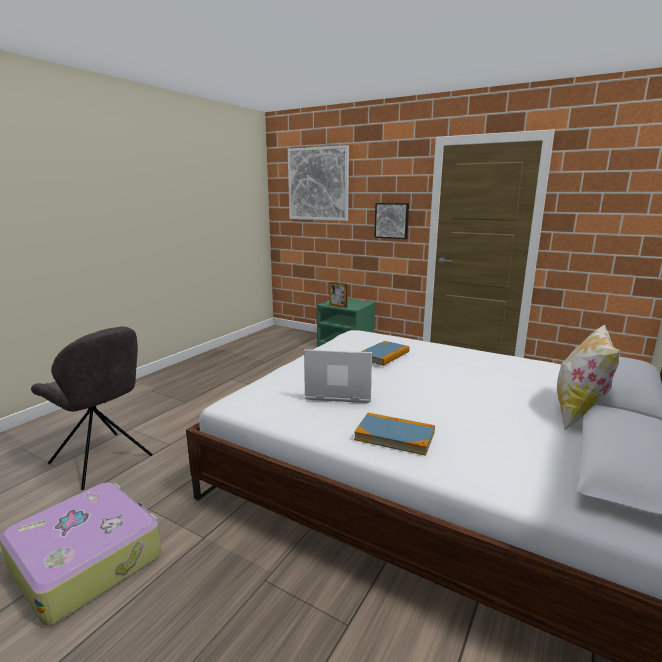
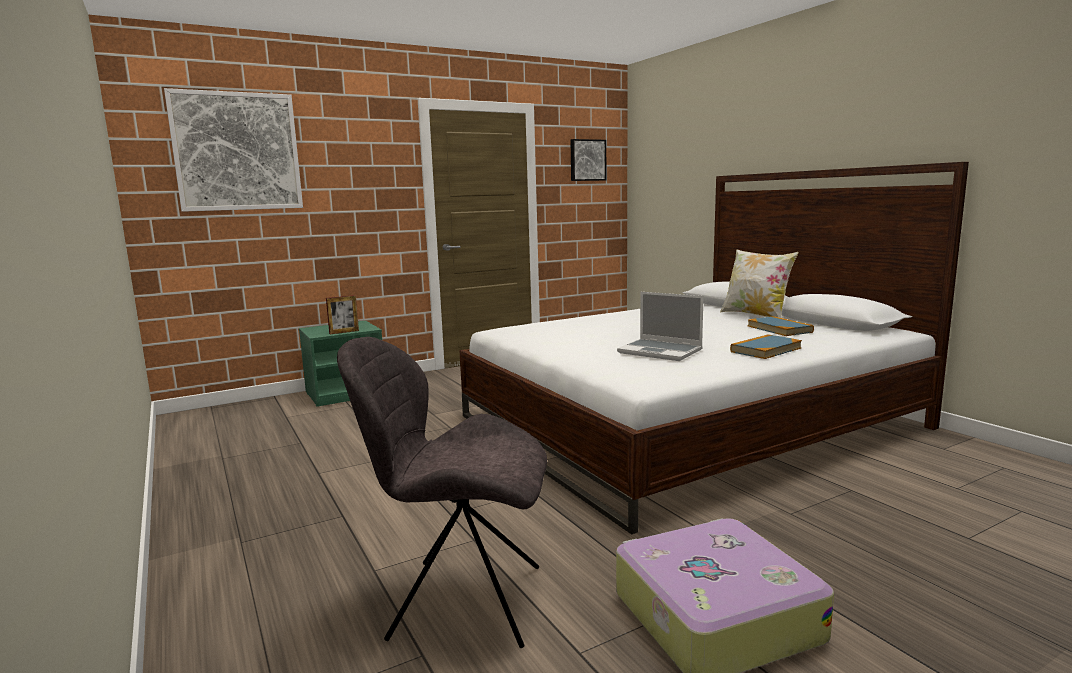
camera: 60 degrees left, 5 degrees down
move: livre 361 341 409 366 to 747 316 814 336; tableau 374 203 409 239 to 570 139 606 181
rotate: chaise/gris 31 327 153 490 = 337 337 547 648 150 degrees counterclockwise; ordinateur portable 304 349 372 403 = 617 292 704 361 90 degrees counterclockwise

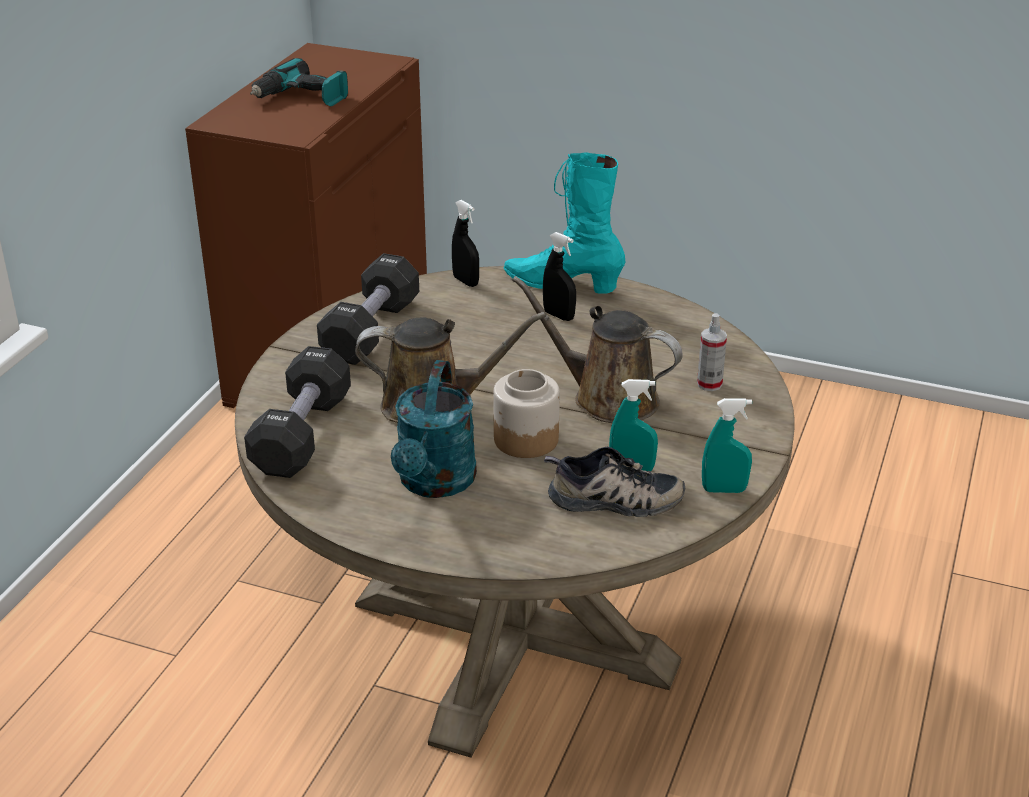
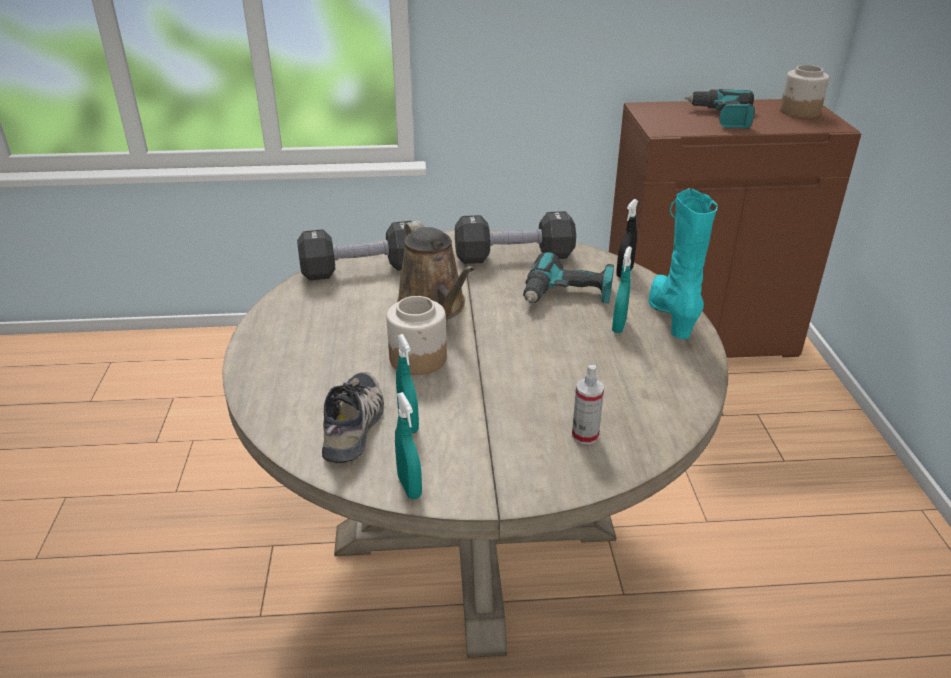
camera: 65 degrees right, 0 degrees up
delete: arrosoir/turquoise 391 360 477 498; arrosoir/marron 512 276 683 423
insert: perceuse 523 252 614 304; bocal 780 65 829 118
recolor: vaporisateur/noir 543 232 576 321 to vaporisateur/turquoise 612 246 632 333
rotate: chaussure 544 446 685 517 = 322 372 384 463 150 degrees counterclockwise

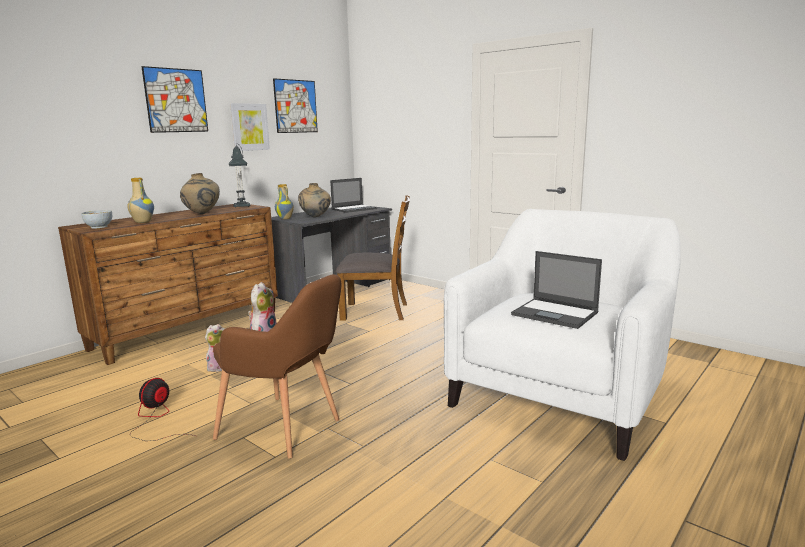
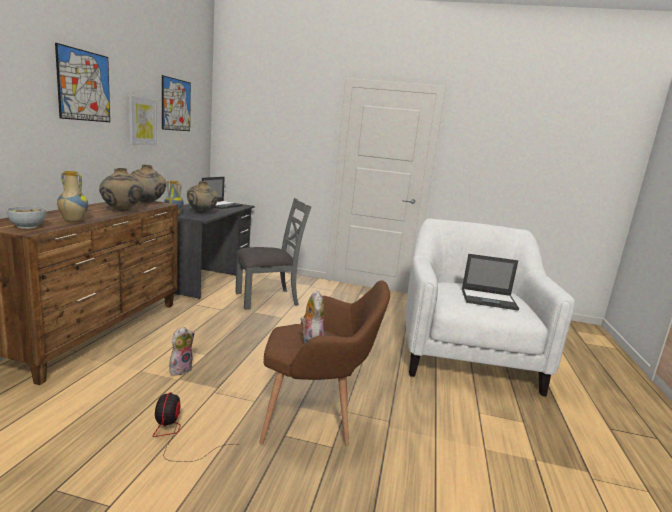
camera: 30 degrees left, 0 degrees up
replace: lampe de table 229 143 250 208 to vase/beige 130 165 166 203
recolor: chaise/marron 336 195 410 320 to chaise/gris 235 198 311 310

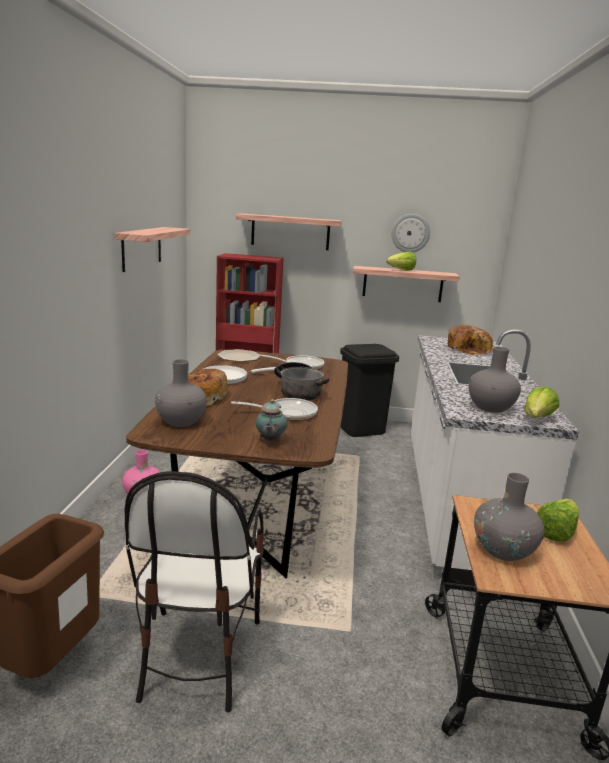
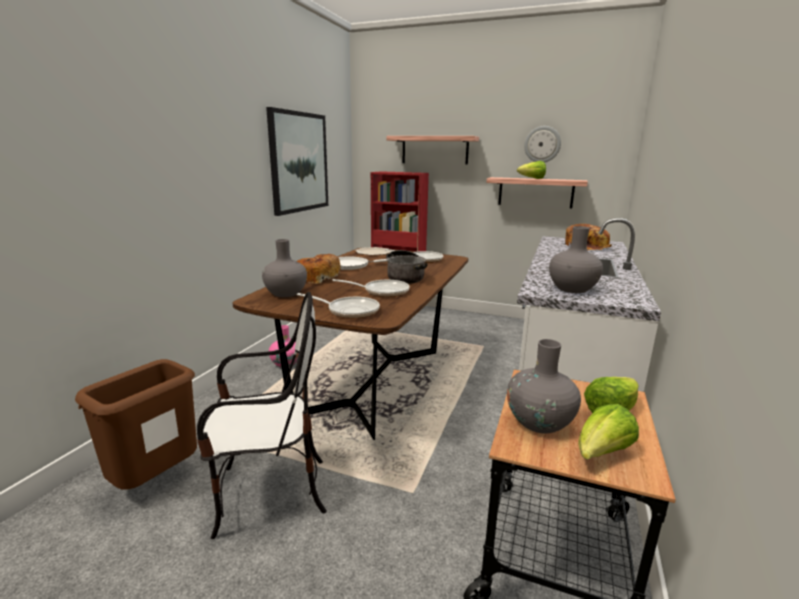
camera: 15 degrees right, 0 degrees up
delete: poubelle/noir 340 344 399 437
move: laitue 524 386 559 418 to 578 404 639 460
replace: étagère 115 227 191 272 to tableau 266 107 328 216; théière 256 399 287 443 to poêle 297 293 380 318
rotate: chaise 125 471 264 713 = 197 292 327 539 120 degrees counterclockwise

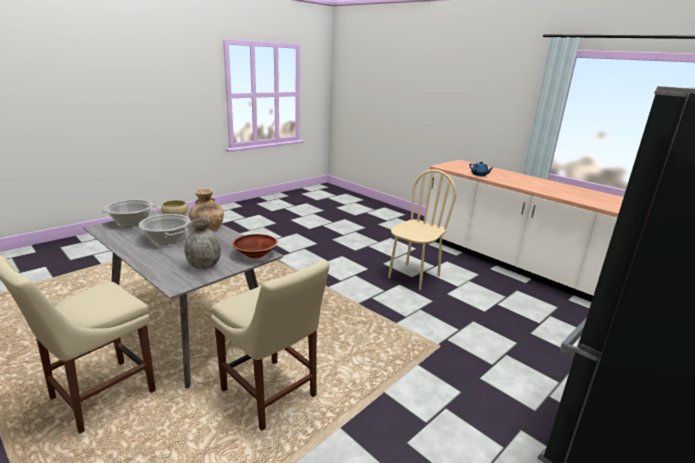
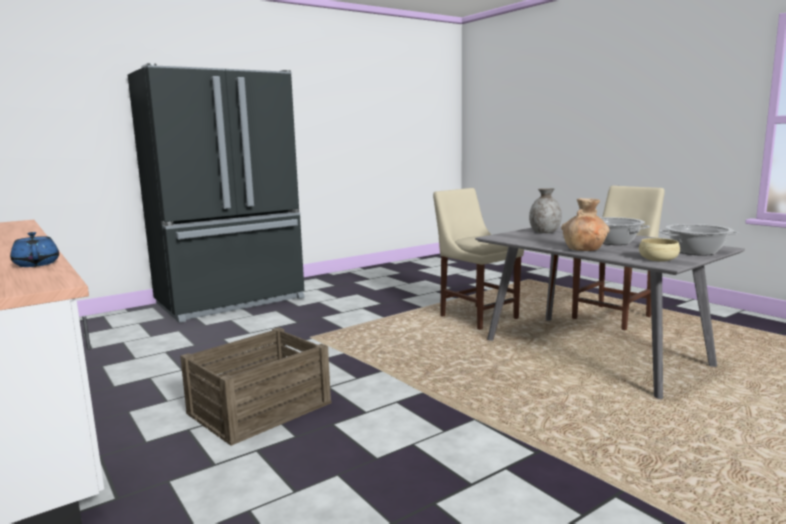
camera: 170 degrees left, 10 degrees down
delete: bol/marron 232 234 278 258
replace: chaise/beige 388 169 456 290 to caisse 180 327 331 446

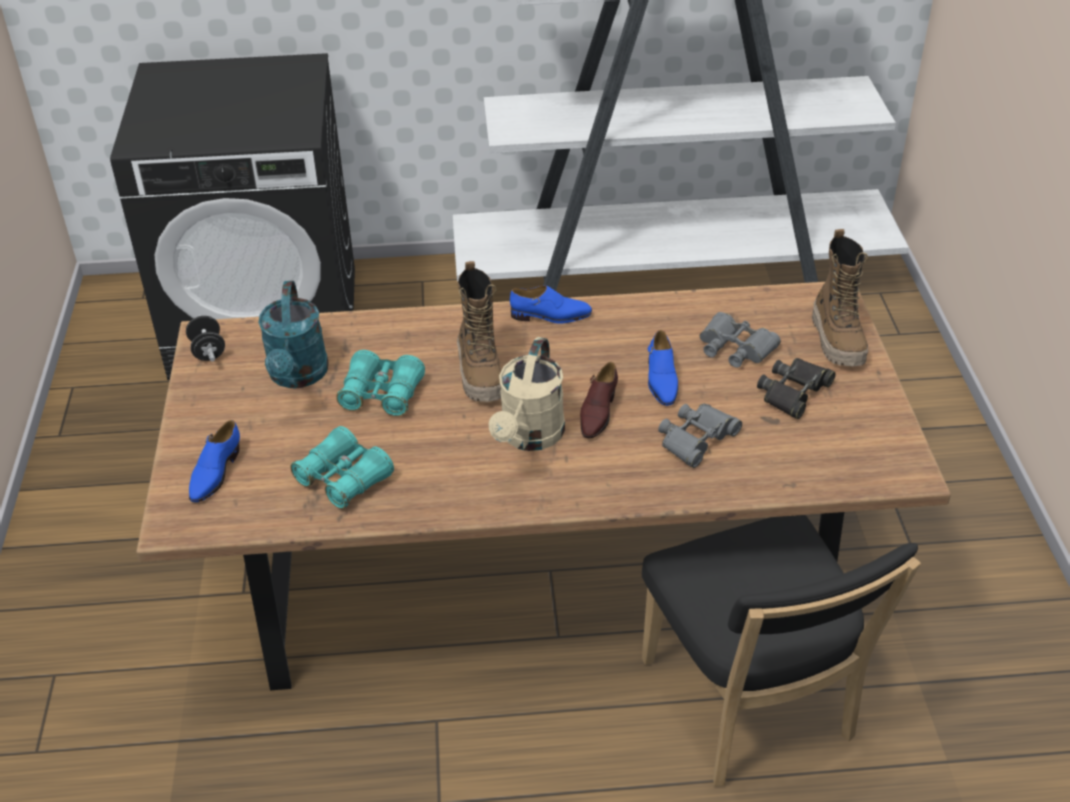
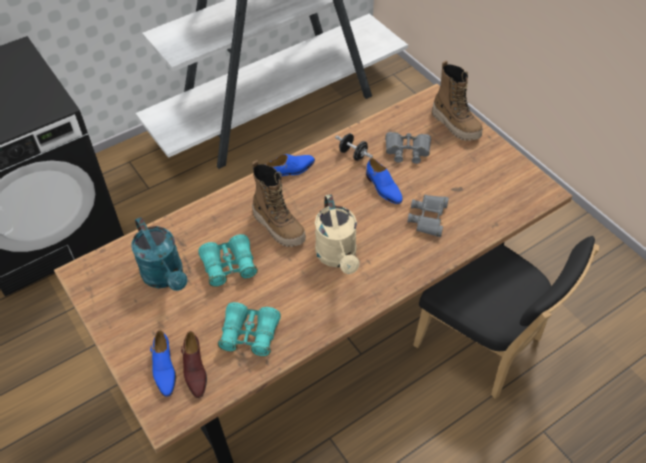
camera: 30 degrees left, 10 degrees up
delete: jumelles/noir 757 358 836 419
move: haltère/noir 186 315 225 362 to 335 133 373 161; chaussure/marron 580 362 618 438 to 181 331 207 398

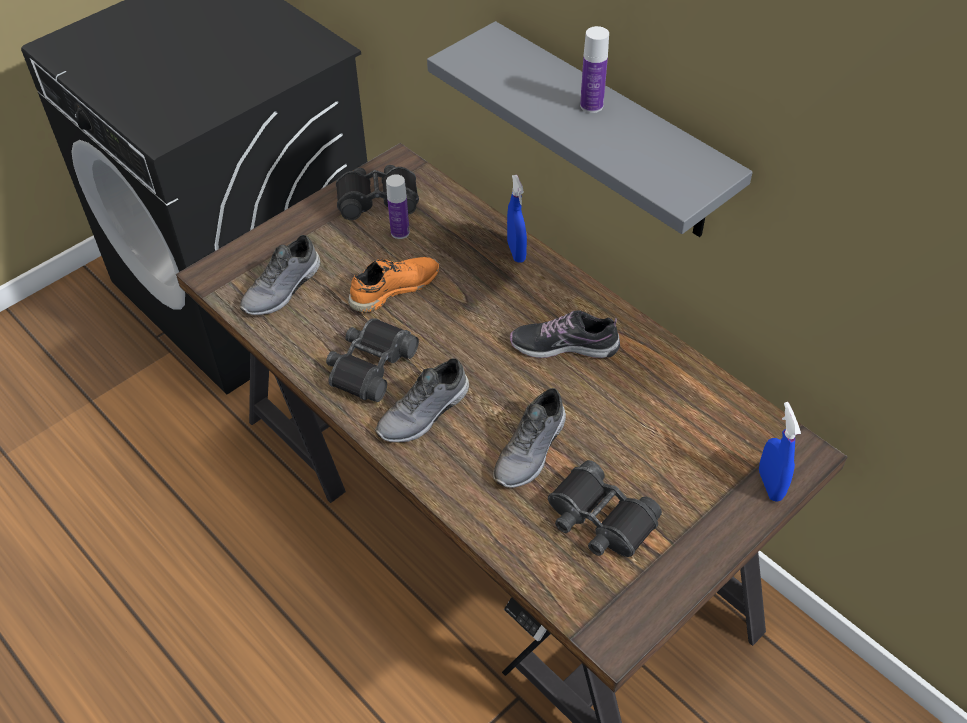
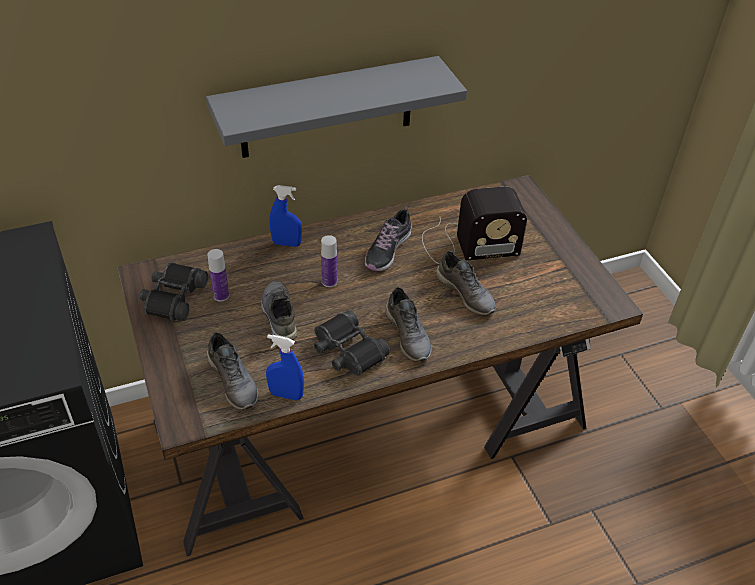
camera: 70 degrees left, 5 degrees down
delete: jumelles/noir 548 460 662 557
insert: radio 422 187 527 264
move: bouteille 580 26 609 113 to 321 235 337 287; vaporisateur/bleu 759 402 801 501 to 266 334 304 400
recolor: chaussure/orange 348 257 439 313 to chaussure/gris 261 280 297 340

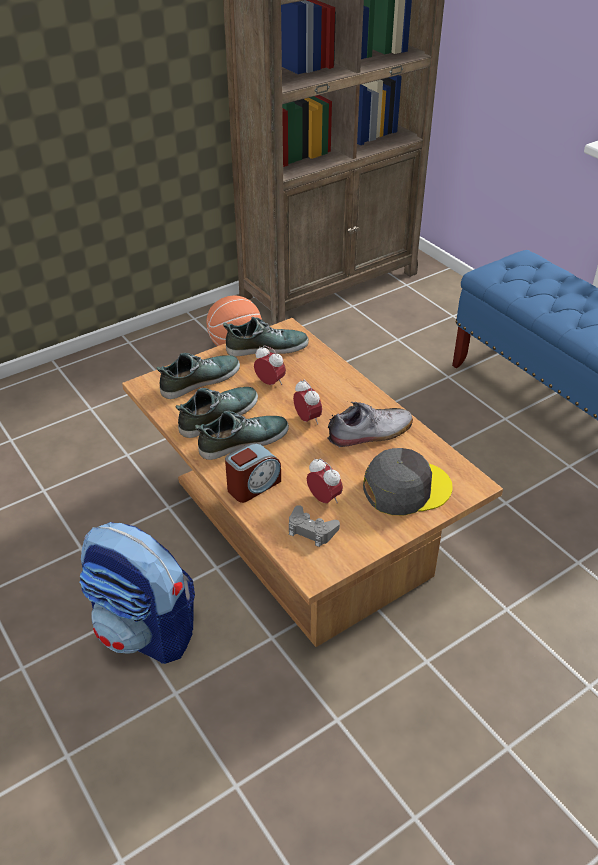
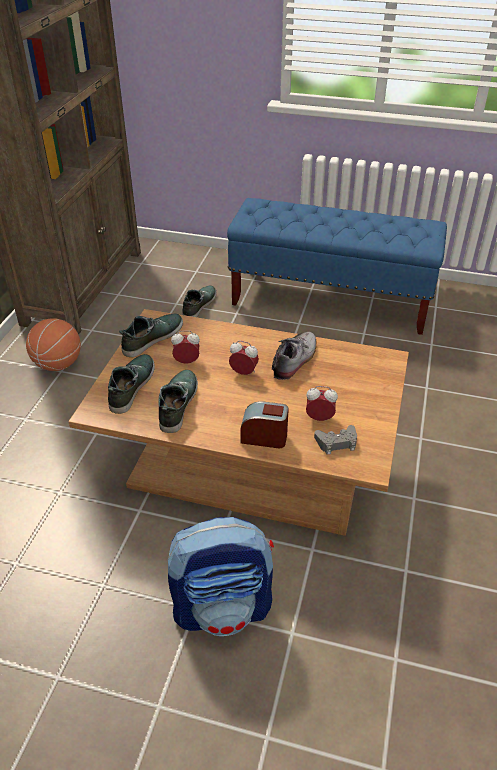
camera: 40 degrees left, 0 degrees up
delete: casquette/gris 363 448 453 516
move: chaussure 195 411 289 460 to 182 286 217 317
rotate: réveil 225 443 281 503 = 240 401 289 448 90 degrees counterclockwise

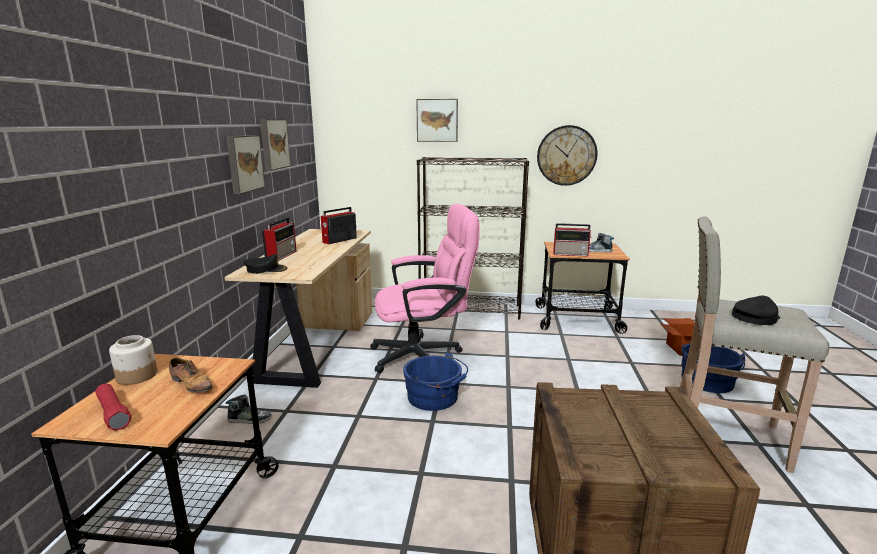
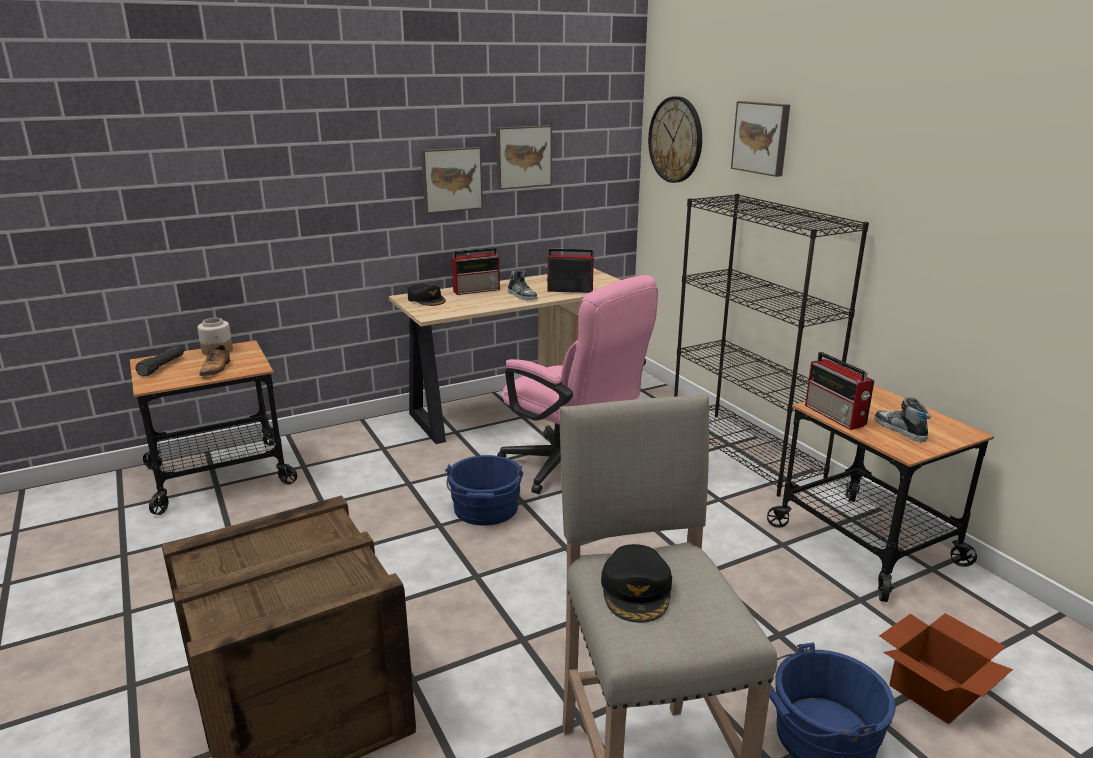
camera: 55 degrees right, 5 degrees up
move: chaussure 226 395 272 424 to 508 270 537 300; horloge murale 537 125 598 186 to 648 96 702 183
recolor: lampe de poche/rouge 95 383 131 431 to lampe de poche/noir 135 345 184 376
rotate: casquette/noir 732 296 780 325 = 601 544 672 623 75 degrees clockwise

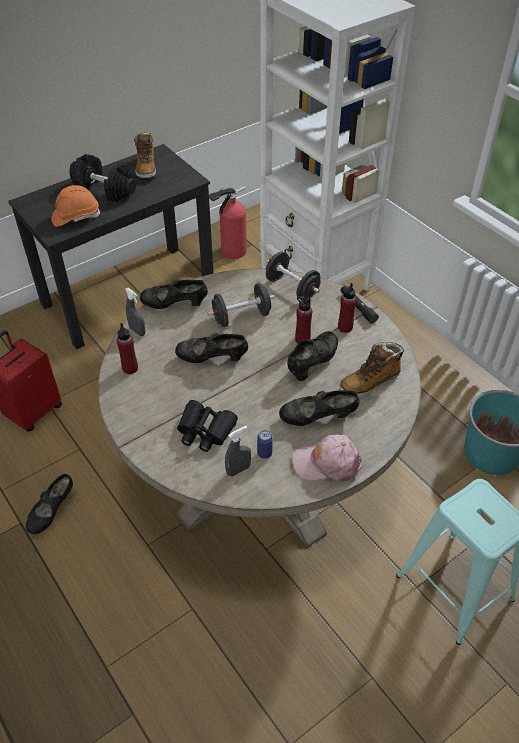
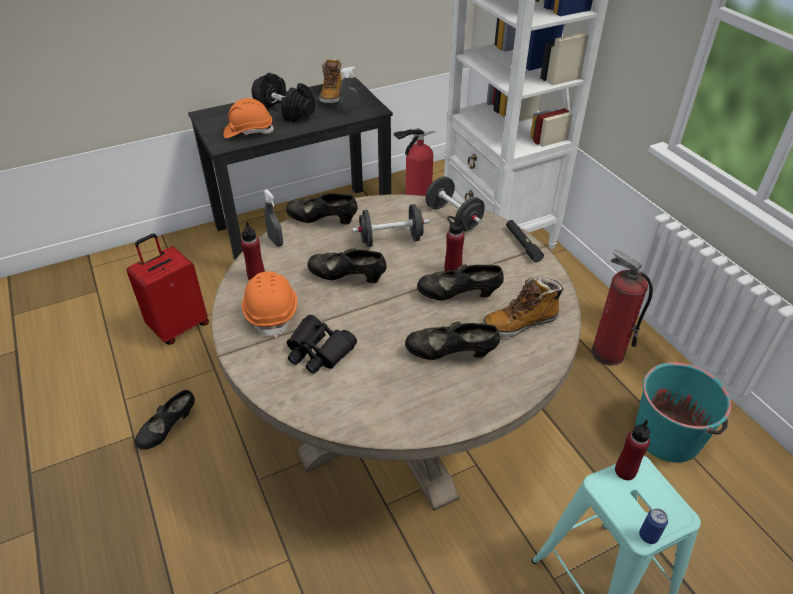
camera: 10 degrees right, 5 degrees down
delete: casquette/rose 292 435 362 482
insert: casque de chantier/orange 241 271 297 338; extincteur 591 249 653 366
move: vaporisateur/gris 225 426 251 476 to 339 67 359 113; boîte métallique 257 430 273 459 to 639 508 668 544; bouteille/rouge 338 283 356 333 to 615 420 650 480
rotate: chaussure/noir 287 331 338 381 = 417 264 504 300 135 degrees counterclockwise

